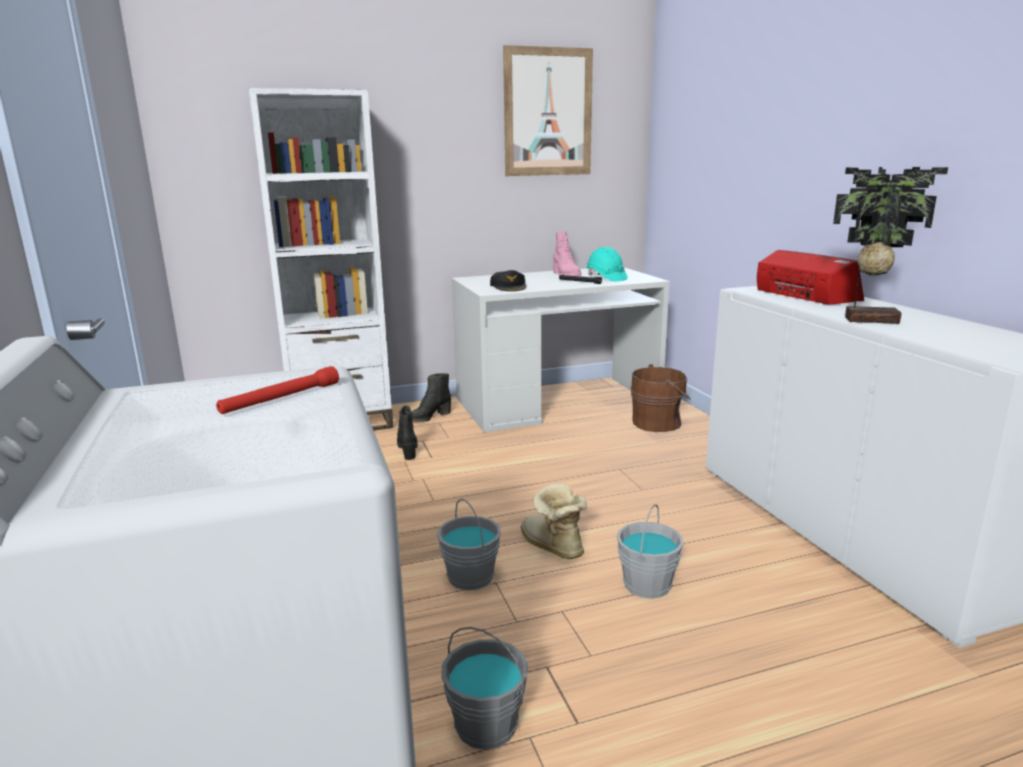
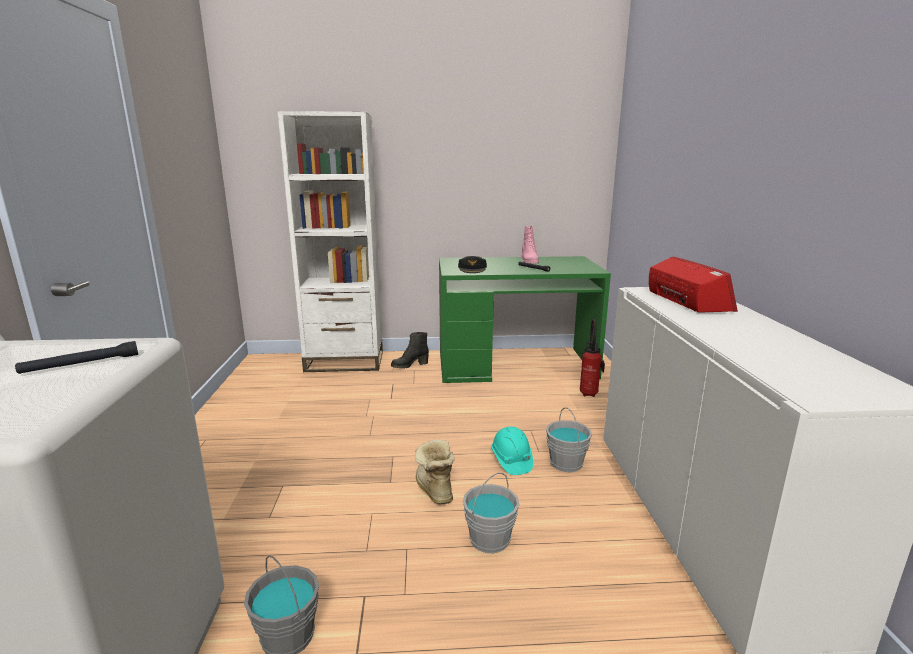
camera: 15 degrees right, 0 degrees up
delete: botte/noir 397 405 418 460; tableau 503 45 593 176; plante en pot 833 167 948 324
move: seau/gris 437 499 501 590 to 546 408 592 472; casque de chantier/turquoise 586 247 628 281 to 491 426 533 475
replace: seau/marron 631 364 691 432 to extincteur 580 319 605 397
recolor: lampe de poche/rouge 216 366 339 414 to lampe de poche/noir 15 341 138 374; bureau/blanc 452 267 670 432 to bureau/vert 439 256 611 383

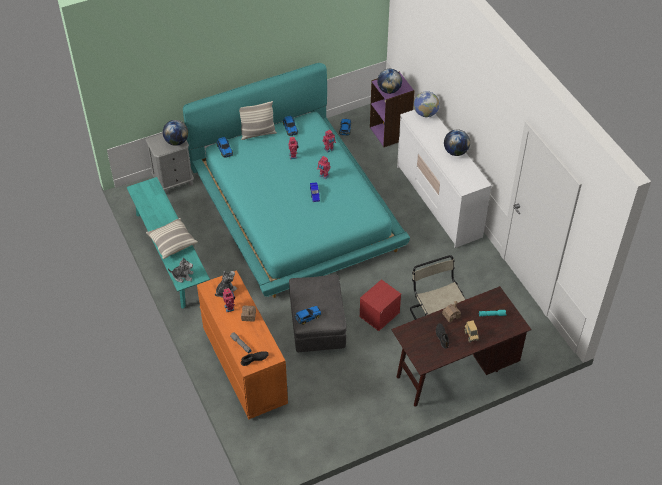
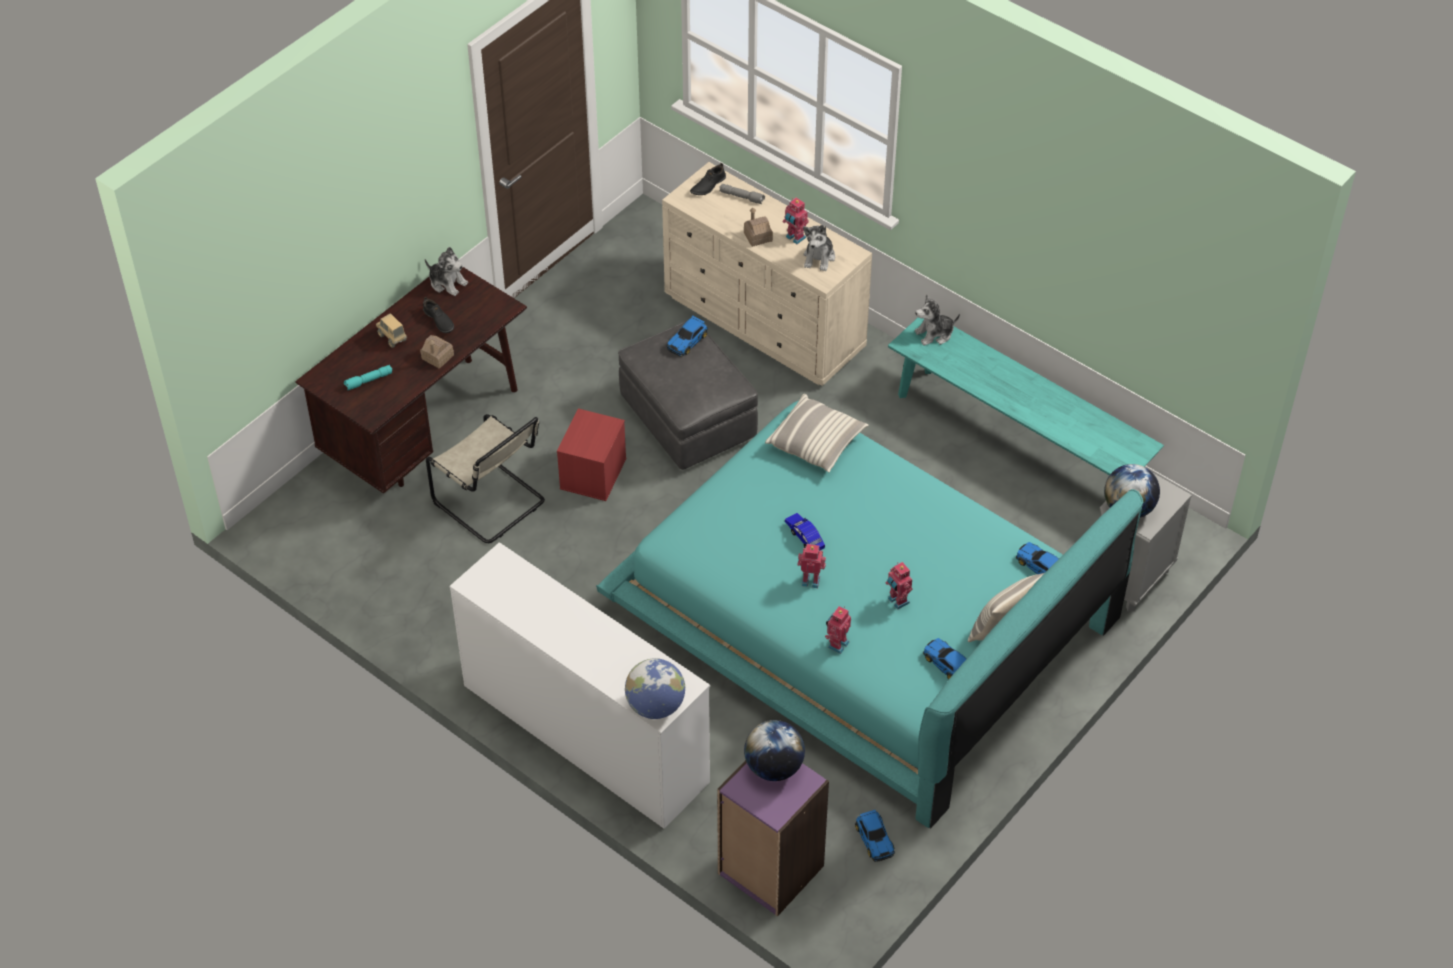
camera: 155 degrees right, 0 degrees up
delete: globe 444 129 470 156
insert: peluche 425 247 468 296
move: coussin 146 218 198 259 to 765 394 869 472
recolor: commode/orange 197 270 288 419 to commode/beige 662 162 872 386

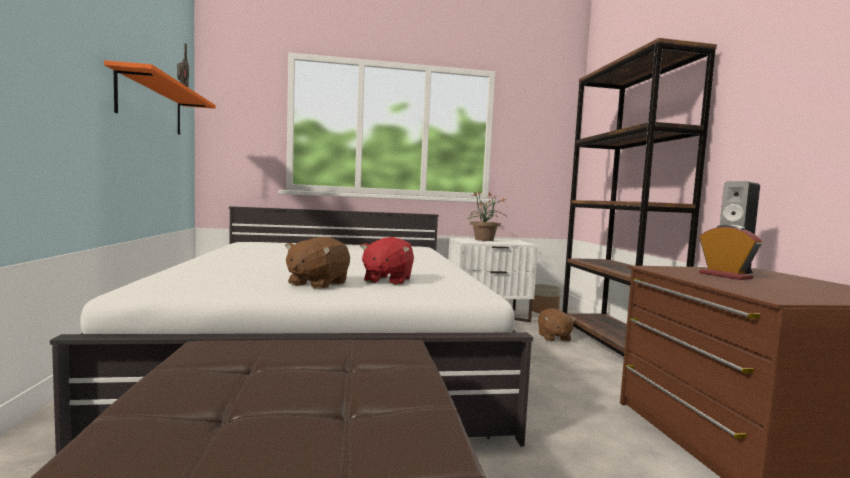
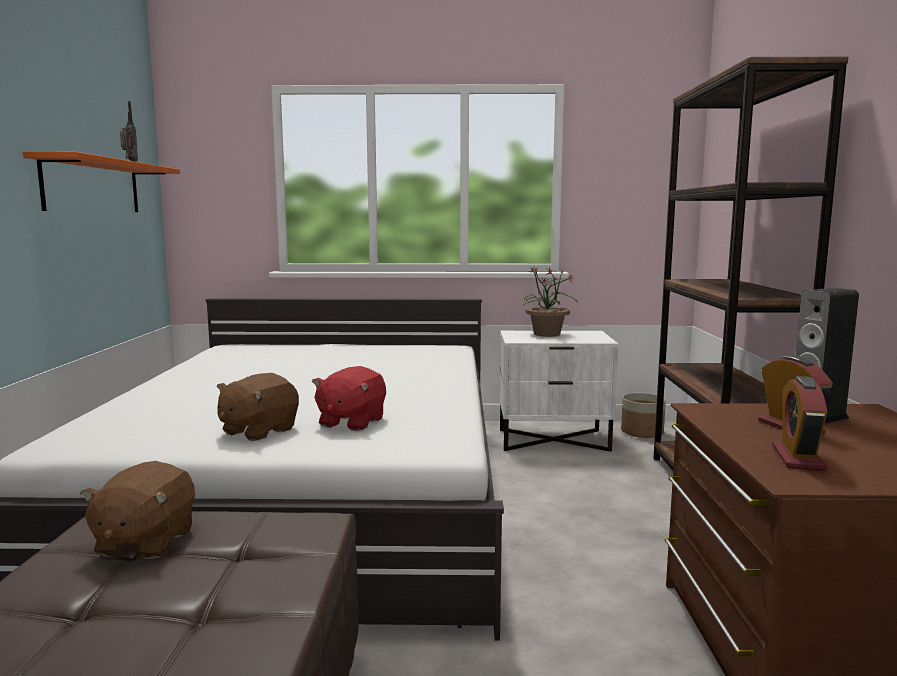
camera: 10 degrees right, 5 degrees up
insert: réveil 772 376 828 471
move: peluche/marron 538 308 576 342 to 80 461 195 559

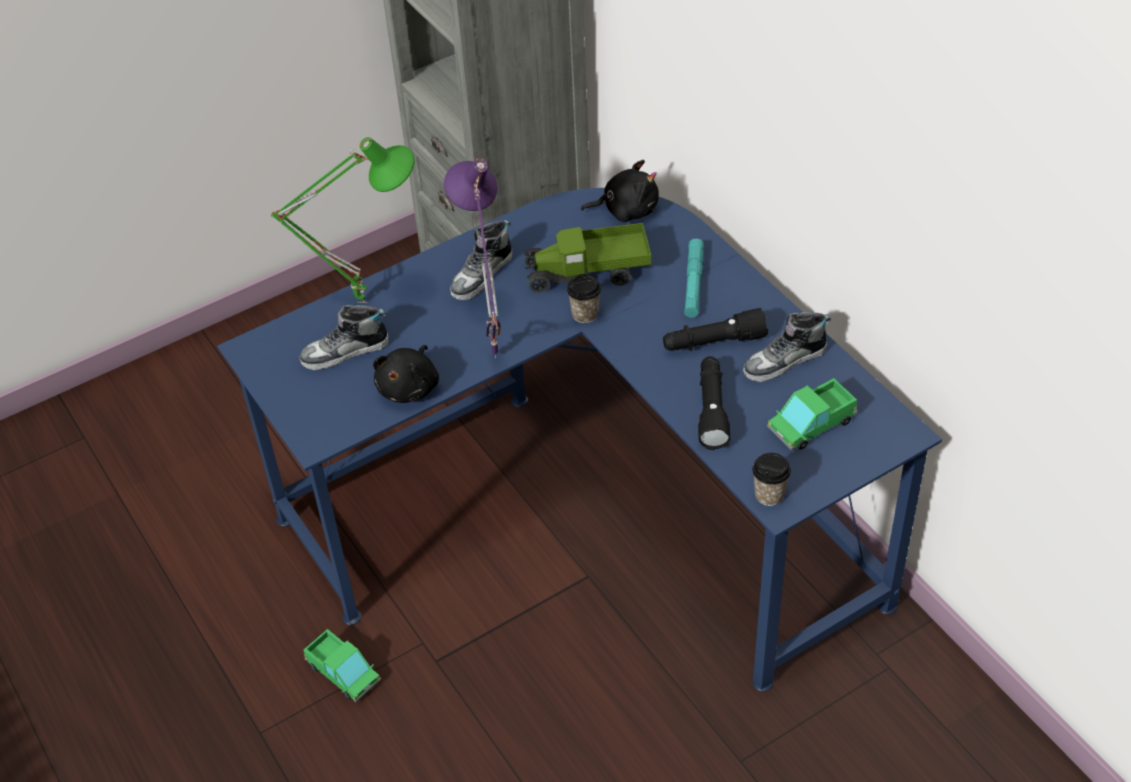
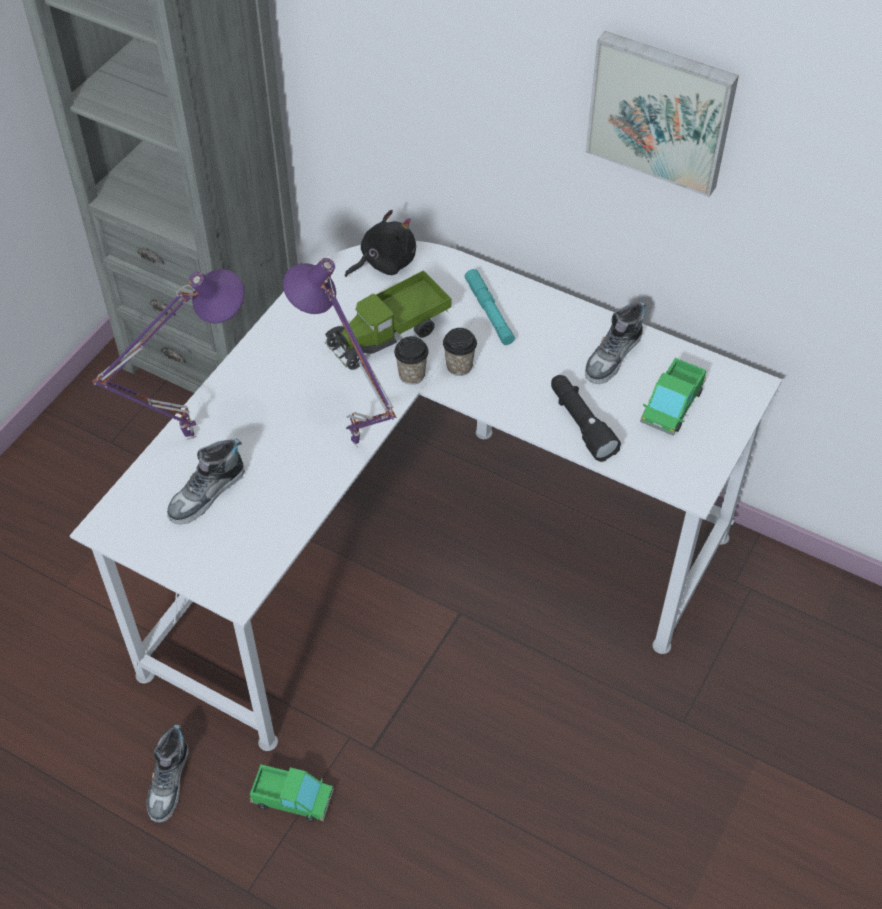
camera: 30 degrees left, 5 degrees up
delete: peluche/noir 373 345 439 403; lampe de poche/noir 663 308 768 351
insert: tableau 586 31 739 197
move: chaussure 450 220 512 300 to 147 724 189 823; tasse 752 453 791 506 to 443 328 477 376
recolor: bureau/bleu 217 188 942 692 to bureau/blanc 70 241 782 751; lampe de table/vert 271 137 415 303 to lampe de table/violet 92 269 245 440

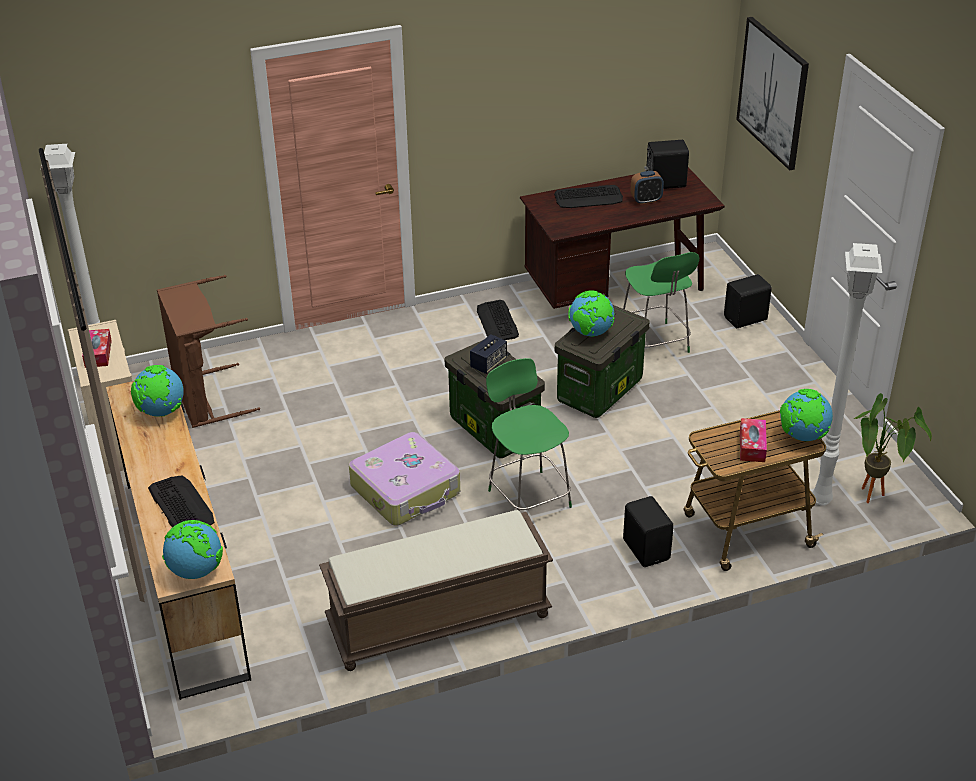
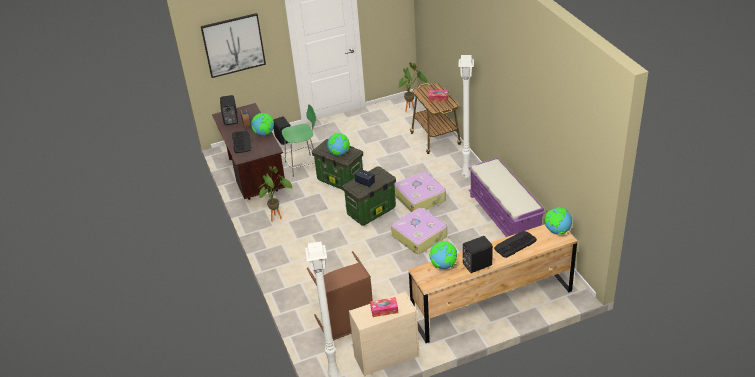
camera: 90 degrees left, 0 degrees up
move: enceinte/noir 623 496 674 567 to 462 236 493 273; globe 780 389 833 441 to 251 113 274 136; lampadaire/blanc 813 243 882 506 to 458 55 474 178
replace: clavier 477 300 519 340 to plante en pot 259 166 293 222; chaise/vert 486 358 572 511 to valise 394 172 446 212
recolor: banc/marron 319 510 553 671 to banc/violet 469 157 545 237

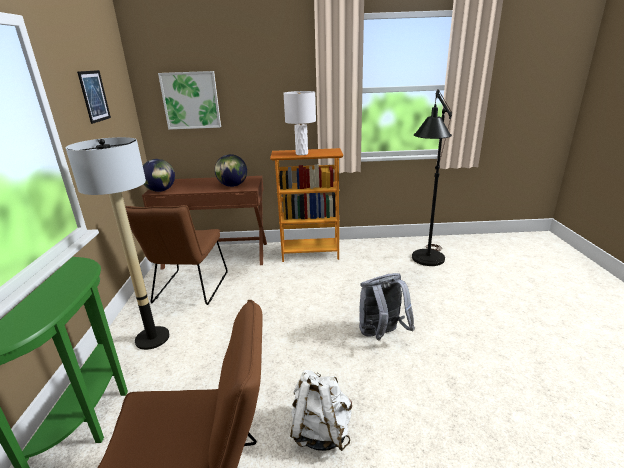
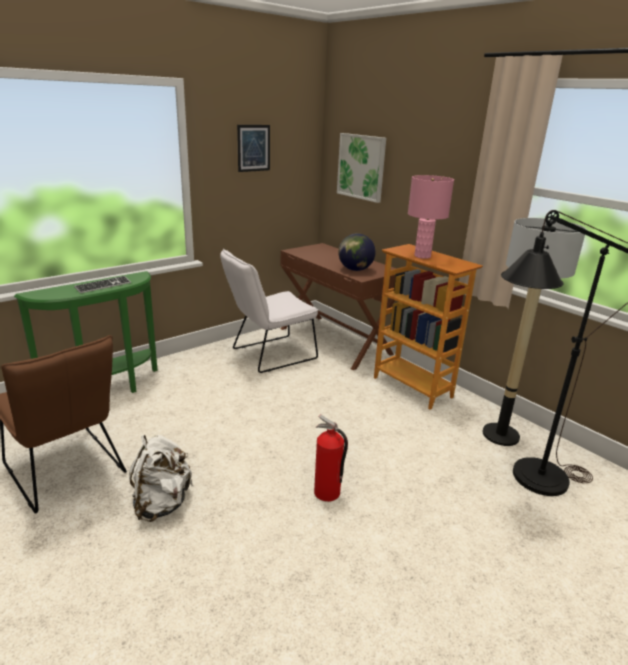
camera: 50 degrees right, 0 degrees up
delete: globe 143 159 175 192
insert: clavier 74 276 131 293
move: lampadaire 66 137 170 350 to 483 218 586 446
replace: sac à dos/gris 359 273 415 341 to extincteur 314 414 348 502
recolor: chaise/marron 125 205 228 305 to chaise/blanc 220 249 318 373; lampe de table/blanc 283 91 316 155 to lampe de table/rose 408 175 454 259

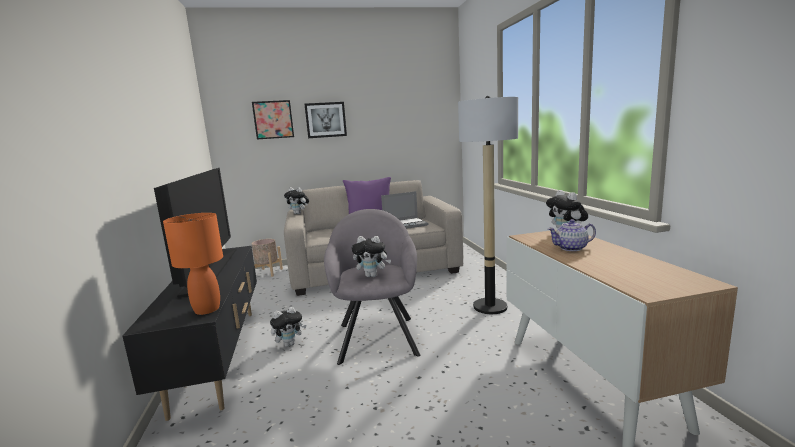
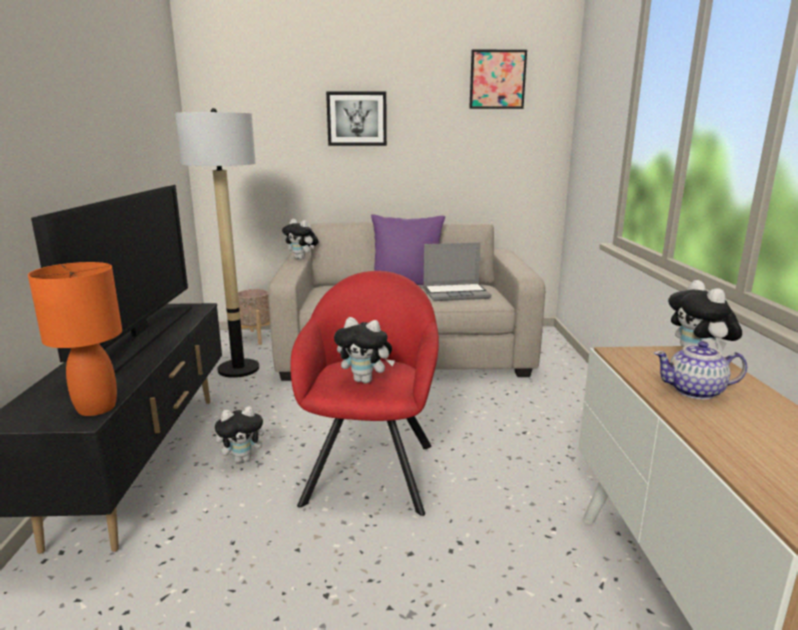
camera: 10 degrees right, 5 degrees up
move: tableau 252 100 294 140 to 469 49 527 109; lampadaire 458 96 518 314 to 175 108 259 378
recolor: fauteuil/gris 324 209 421 365 to fauteuil/rouge 290 271 439 516

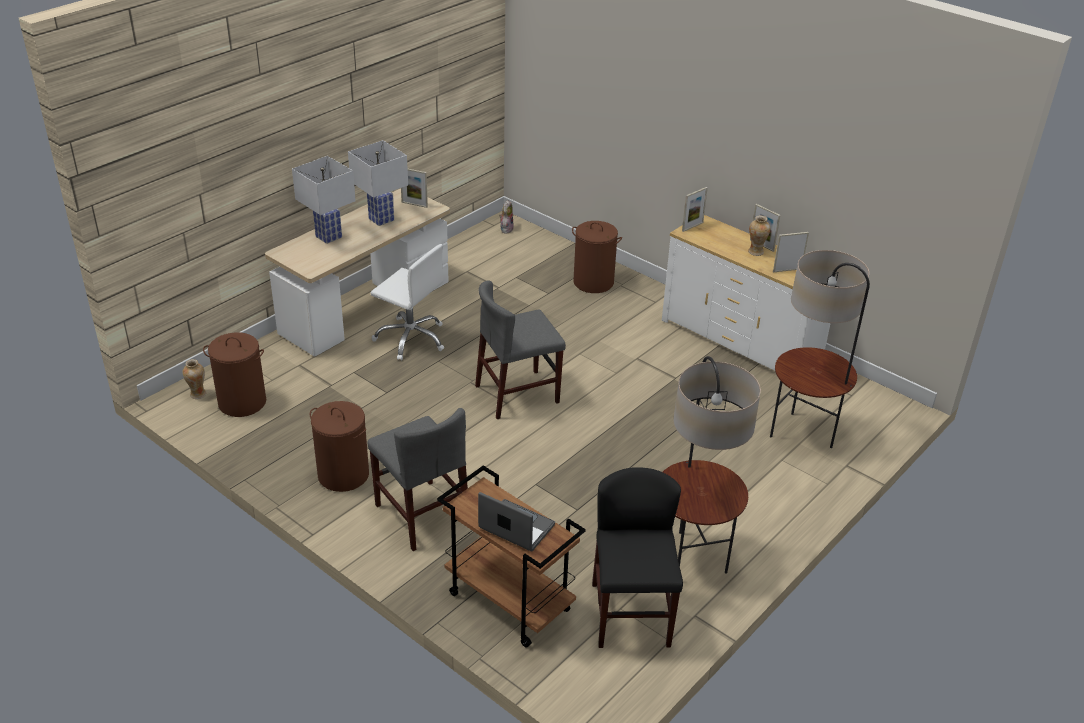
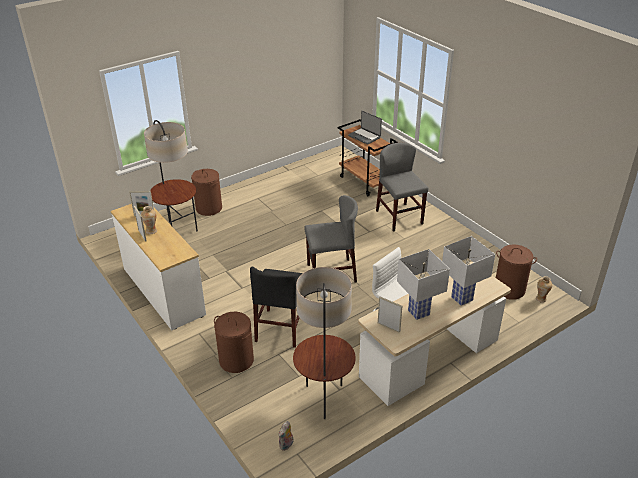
camera: 165 degrees left, 0 degrees up
delete: cadre photo 682 187 708 232
move: panier à linge/marron 309 401 369 492 to 191 169 222 216; chaise/noir 592 467 683 648 to 250 266 306 348; lampadaire 663 356 761 574 to 293 267 356 419

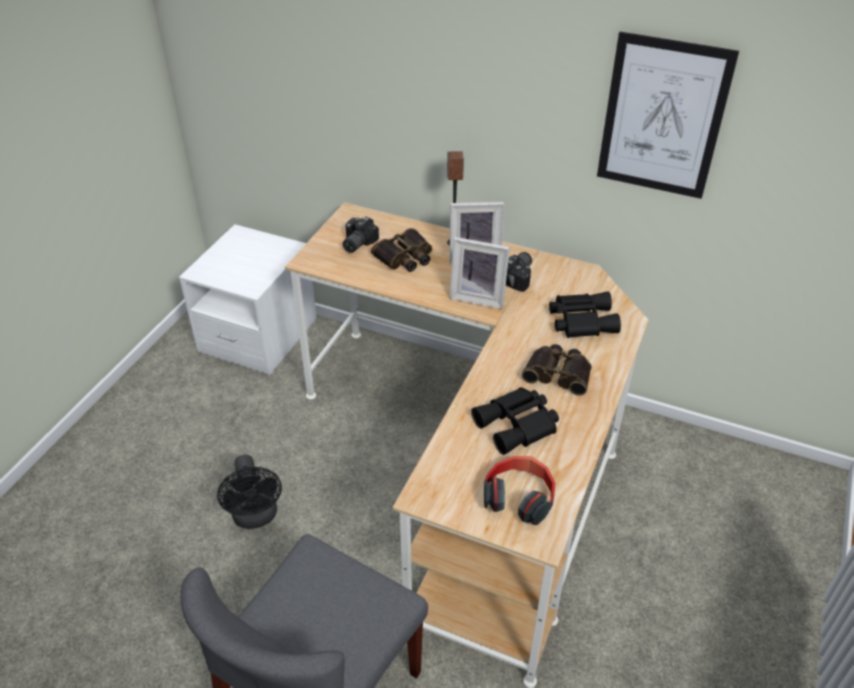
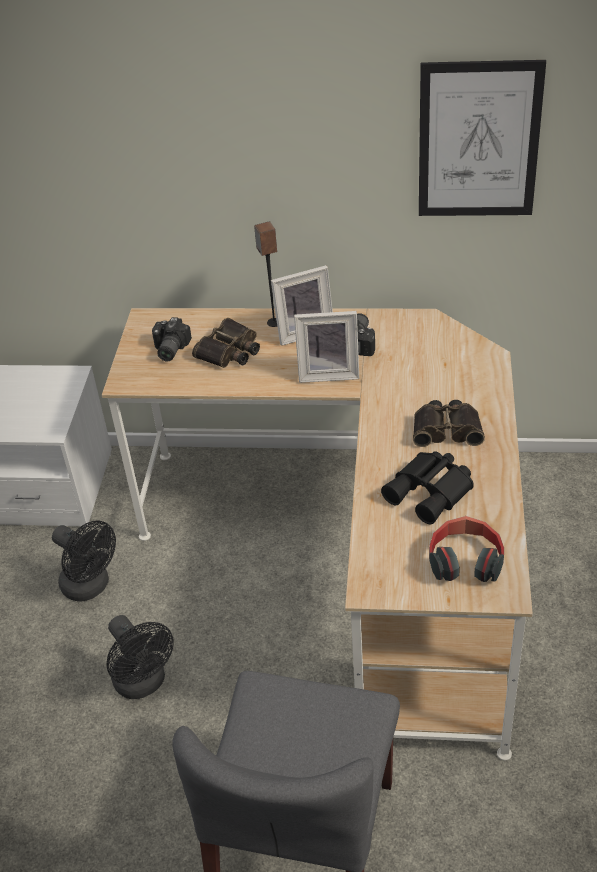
camera: 15 degrees left, 0 degrees up
delete: jumelles/noir 549 292 621 338
insert: ventilateur/noir 52 520 116 602

